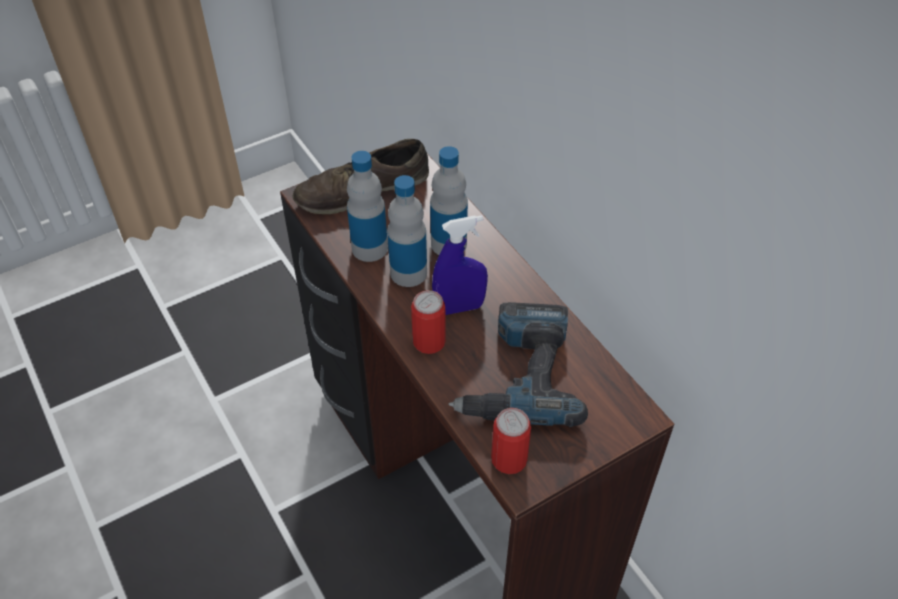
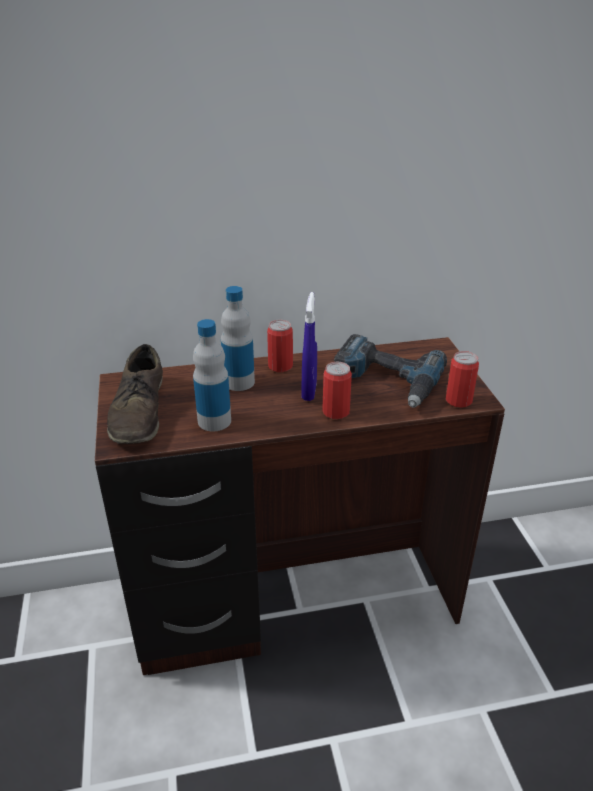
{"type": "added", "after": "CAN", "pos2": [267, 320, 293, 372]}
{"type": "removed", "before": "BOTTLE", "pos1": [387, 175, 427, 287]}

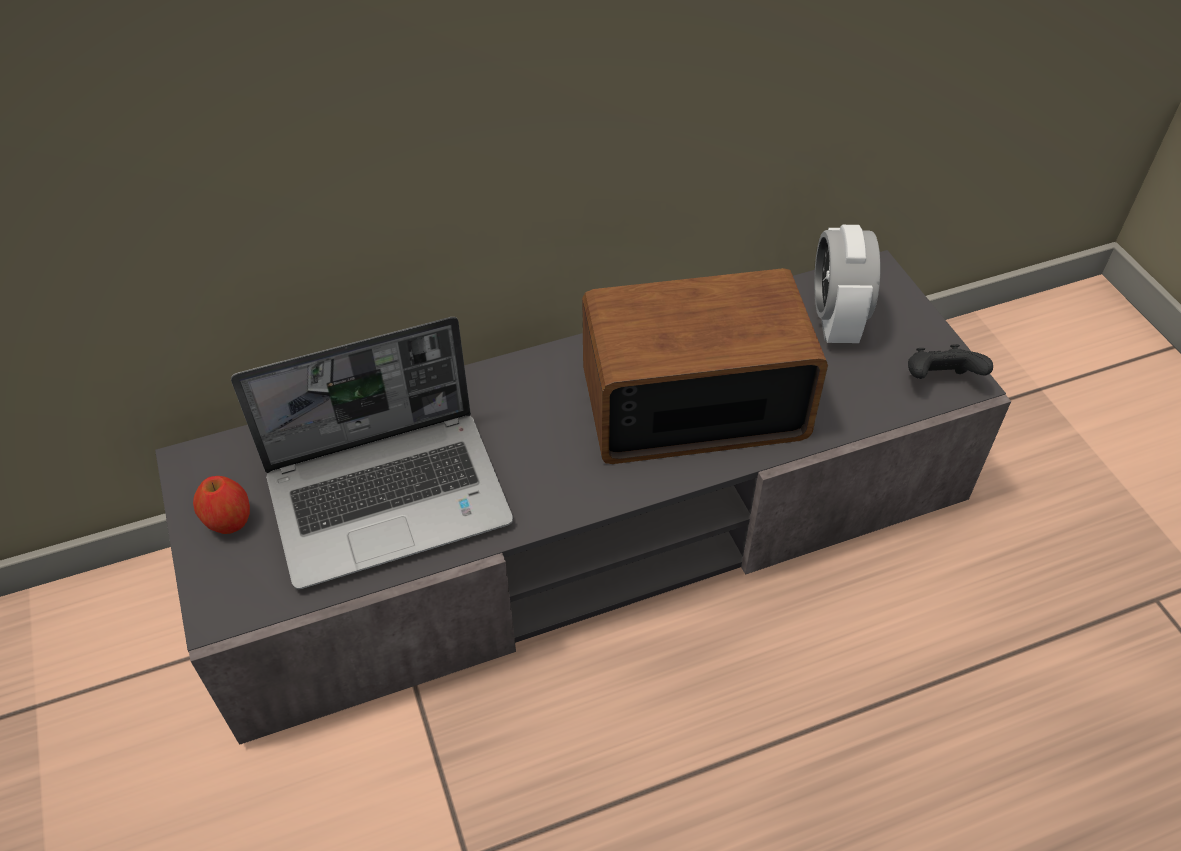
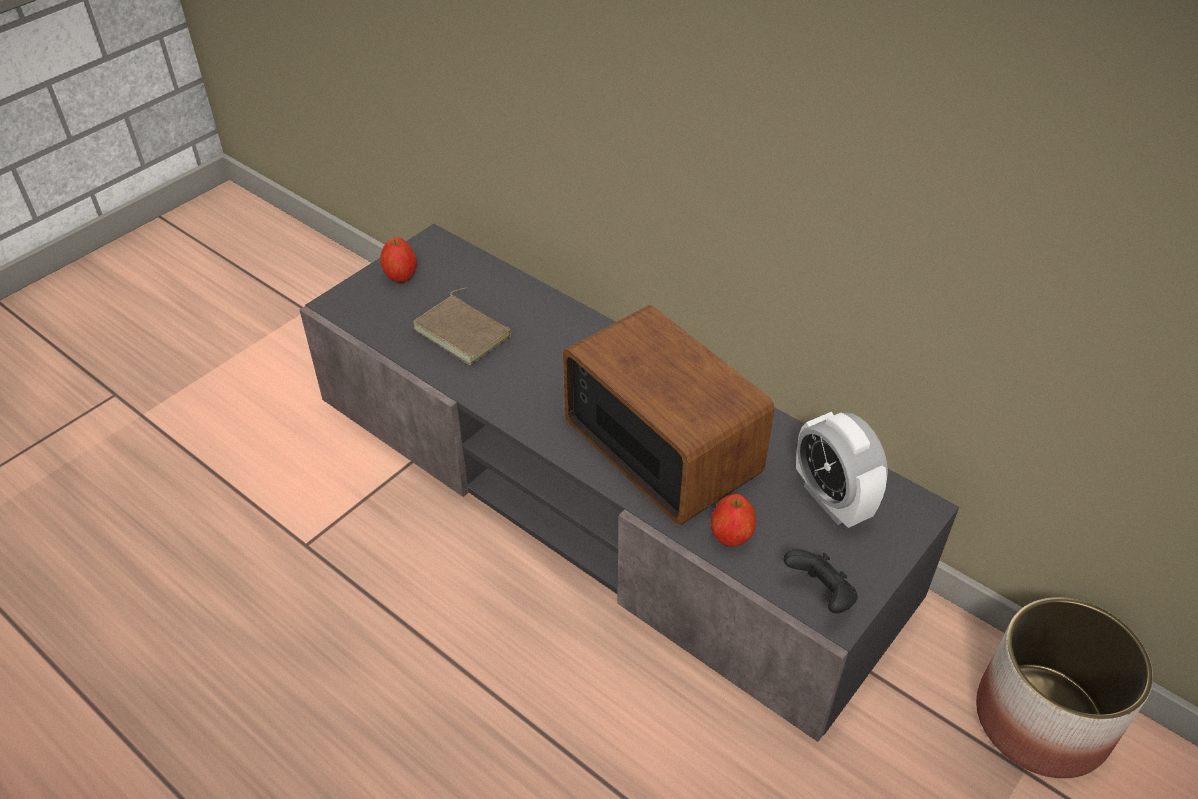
{"type": "replaced", "before": "LAPTOP", "after": "BROWN-COLOURED BOUND BOOK", "pos1": [231, 317, 513, 590], "pos2": [413, 287, 512, 365]}
{"type": "added", "after": "APPLE", "pos2": [711, 494, 756, 547]}
{"type": "turned", "before": "BEDSIDE CLOCK", "pos1": [814, 225, 880, 343], "pos2": [796, 412, 888, 528], "turn": -90}
{"type": "added", "after": "PLANT POT", "pos2": [976, 597, 1153, 778]}

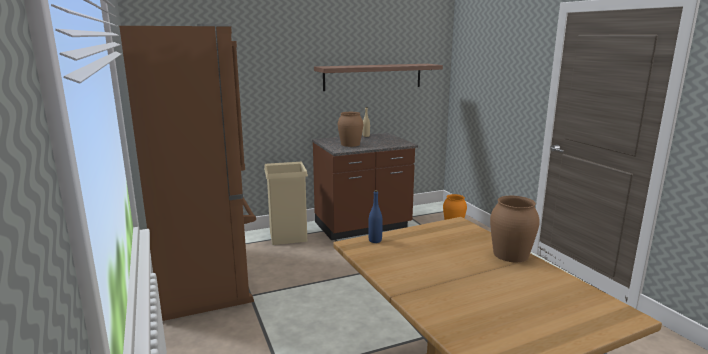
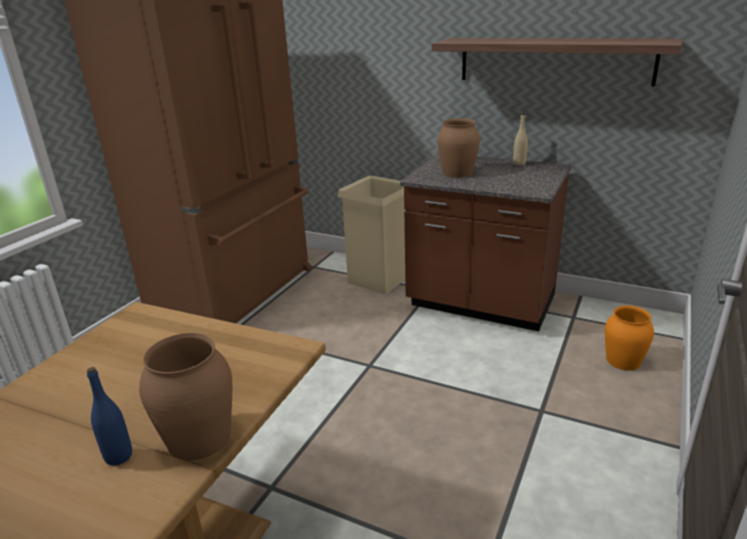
{"type": "moved", "before": "BLUE-COLOURED BOTTLE", "pos1": [368, 190, 383, 243], "pos2": [87, 367, 132, 466]}

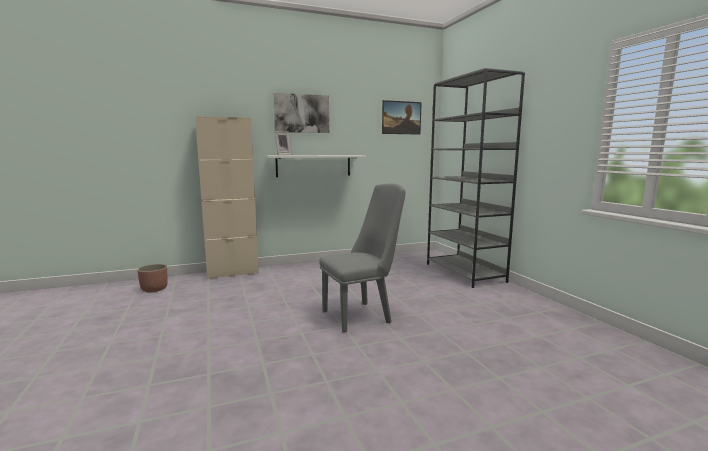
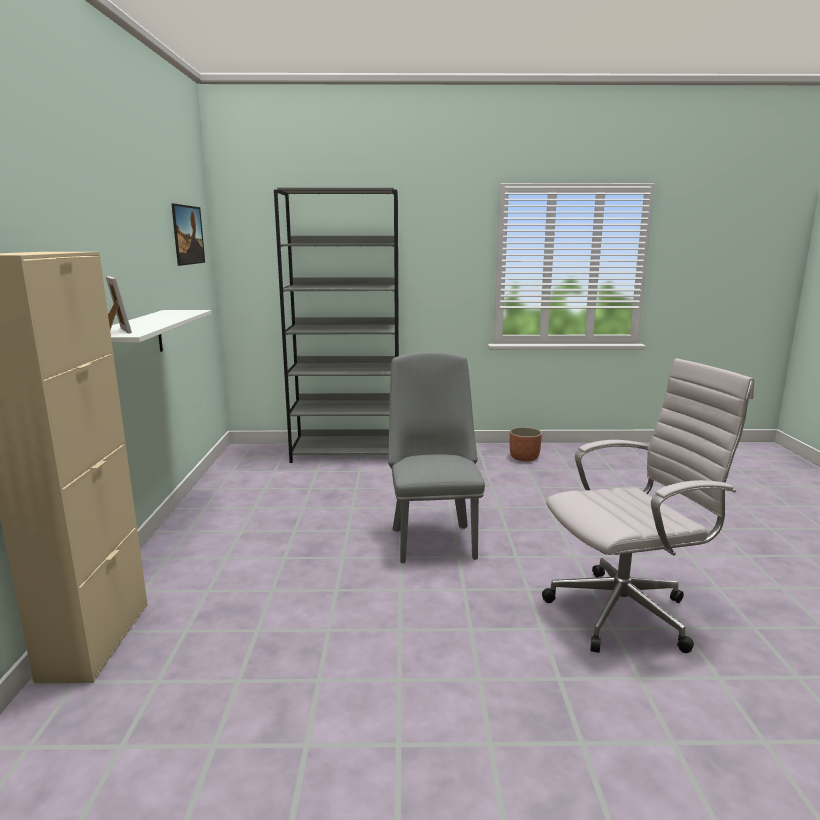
{"type": "moved", "before": "PLANT POT", "pos1": [137, 264, 168, 292], "pos2": [510, 427, 542, 462]}
{"type": "added", "after": "WHITISH COMPUTER CHAIR", "pos2": [542, 358, 754, 653]}
{"type": "removed", "before": "WALL PICTURE", "pos1": [273, 93, 329, 133]}

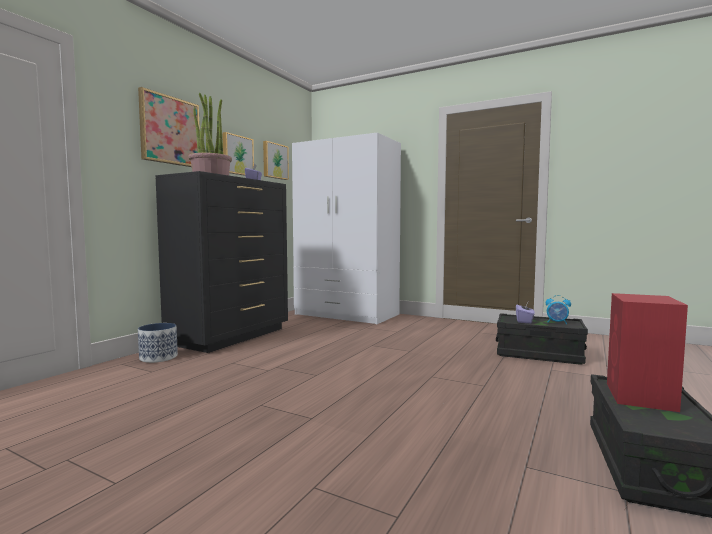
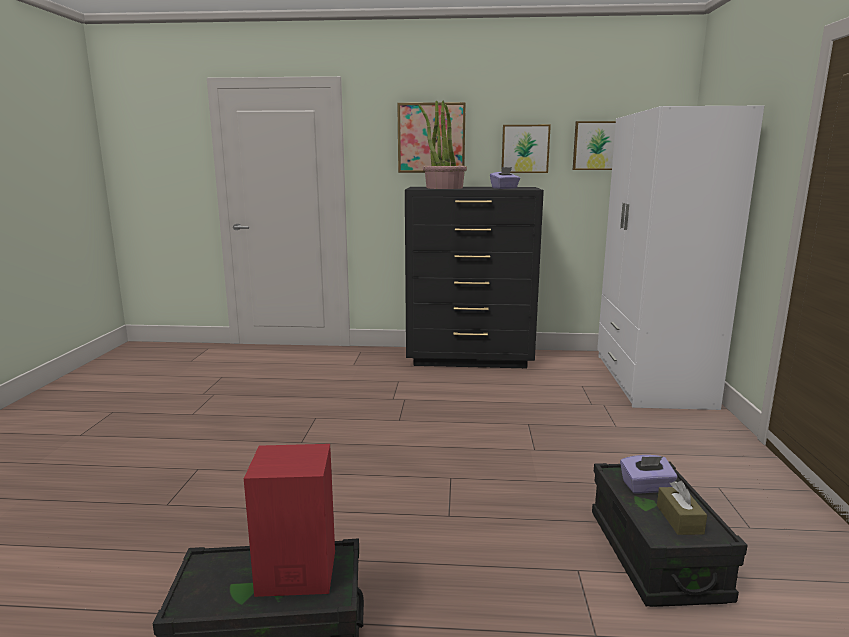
{"type": "replaced", "before": "BEDSIDE CLOCK", "after": "BROWN-COLOURED BOX OF TISSUES", "pos1": [546, 295, 571, 324], "pos2": [657, 481, 707, 535]}
{"type": "removed", "before": "PLANT POT", "pos1": [138, 323, 178, 363]}

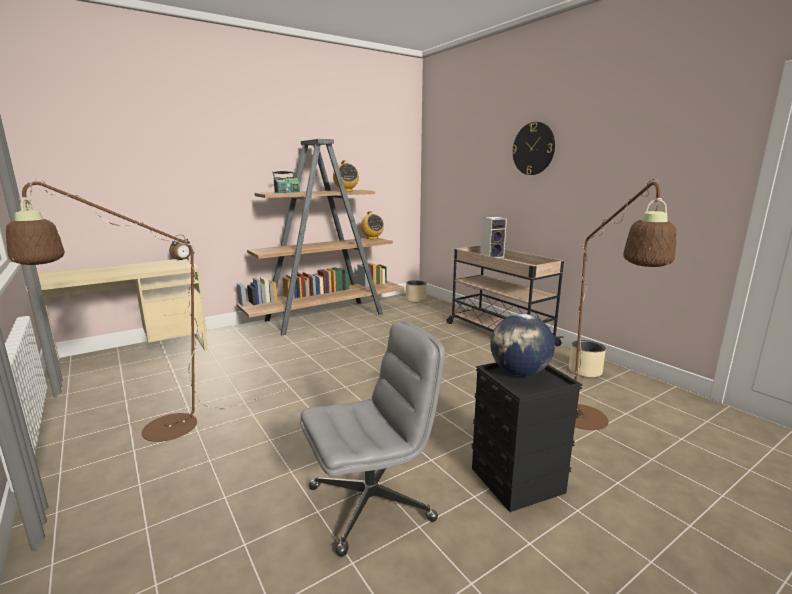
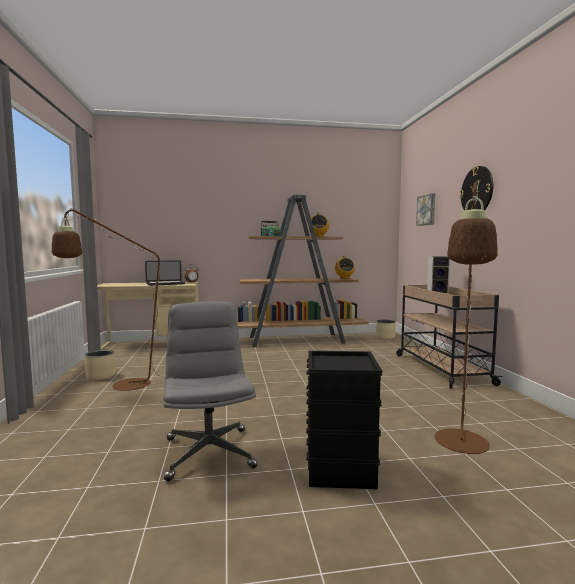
{"type": "moved", "before": "BEIGE PLANT POT", "pos1": [569, 340, 606, 378], "pos2": [85, 350, 116, 380]}
{"type": "added", "after": "LAPTOP", "pos2": [145, 260, 185, 286]}
{"type": "turned", "before": "GREYISH COMPUTER CHAIR", "pos1": [300, 321, 445, 557], "pos2": [163, 301, 258, 481], "turn": -105}
{"type": "added", "after": "WALL PICTURE", "pos2": [416, 193, 435, 226]}
{"type": "removed", "before": "GLOBE", "pos1": [490, 314, 555, 376]}

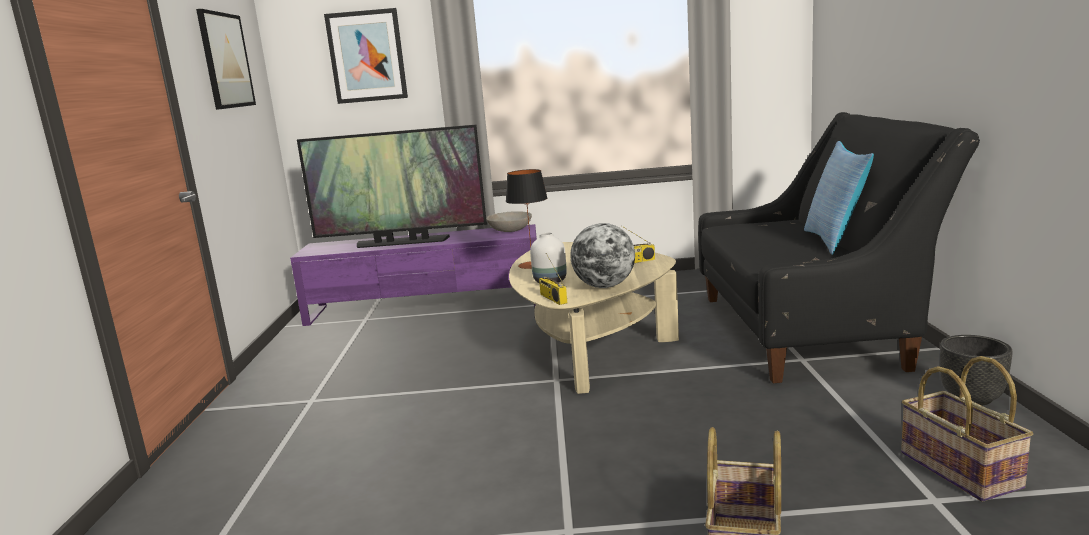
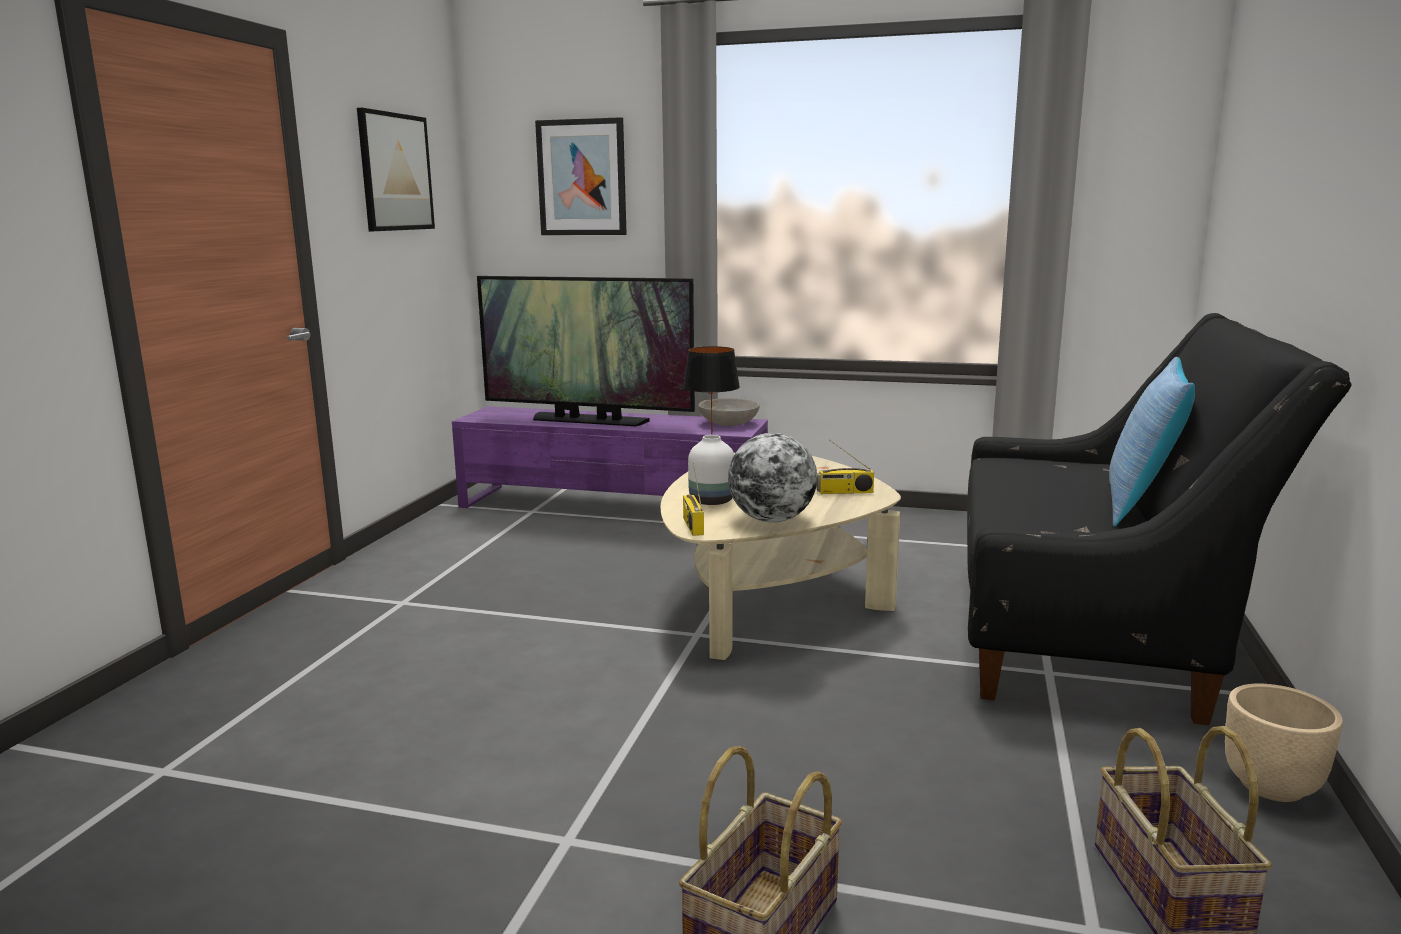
{"type": "recoloured", "before": "BLACK-COLOURED PLANT POT", "after": "BEIGE PLANT POT", "pos1": [940, 335, 1012, 406], "pos2": [1225, 684, 1343, 802]}

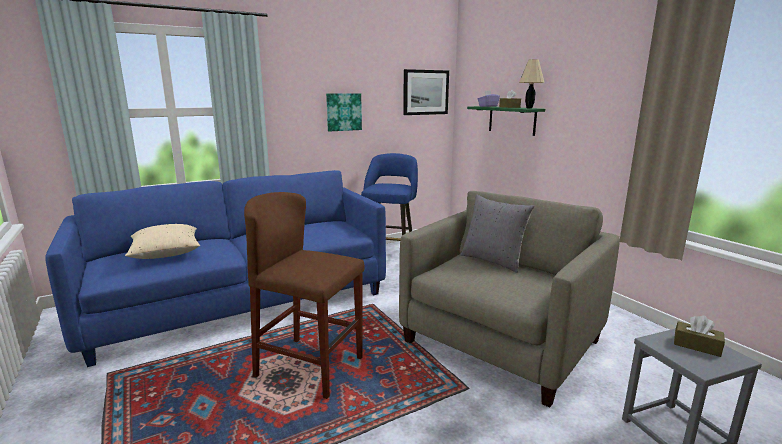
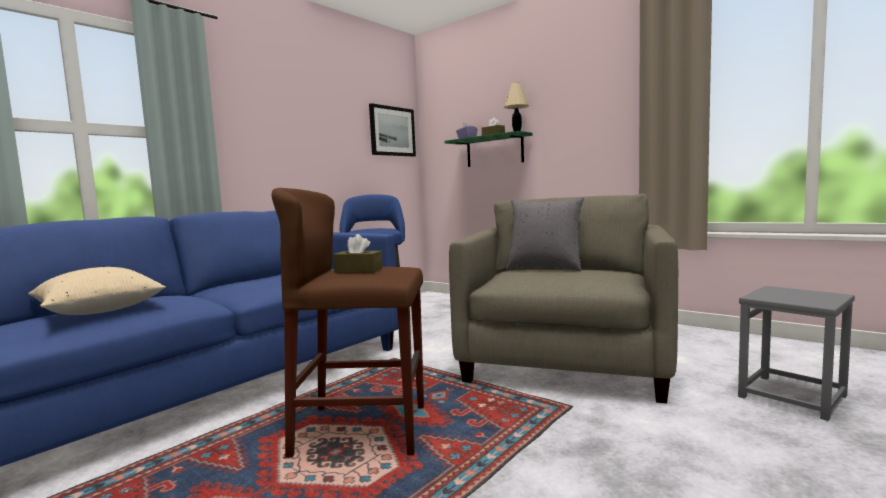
{"type": "moved", "before": "BROWN-COLOURED BOX OF TISSUES", "pos1": [674, 315, 725, 357], "pos2": [333, 234, 383, 273]}
{"type": "removed", "before": "WALL PICTURE", "pos1": [326, 93, 362, 132]}

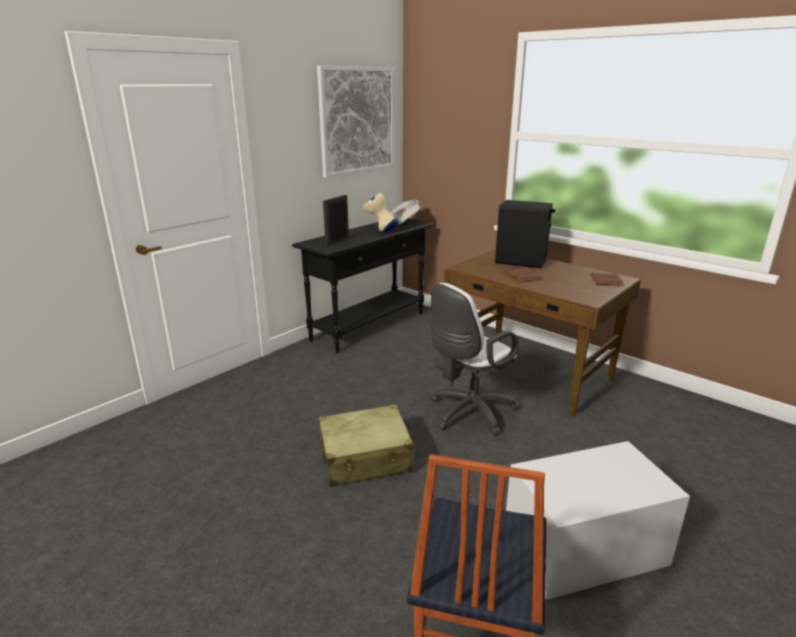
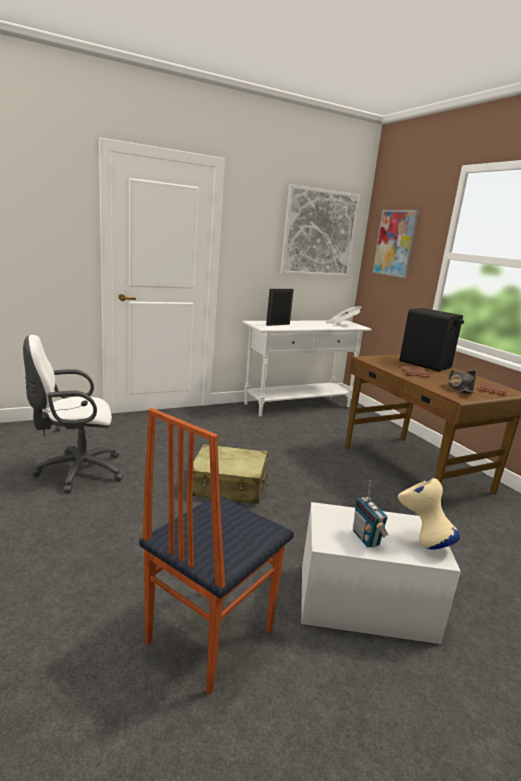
{"type": "moved", "before": "WHITISH COMPUTER CHAIR", "pos1": [430, 283, 520, 436], "pos2": [23, 335, 124, 493]}
{"type": "recoloured", "before": "BLACK-COLOURED CONSOLE TABLE", "after": "WHITISH CONSOLE TABLE", "pos1": [292, 218, 434, 353], "pos2": [242, 321, 372, 416]}
{"type": "added", "after": "RADIO SET", "pos2": [353, 480, 388, 547]}
{"type": "added", "after": "WALL PICTURE", "pos2": [372, 210, 419, 278]}
{"type": "moved", "before": "BEIGE DECORATIVE VASE", "pos1": [363, 193, 399, 232], "pos2": [398, 478, 460, 550]}
{"type": "added", "after": "BLACK-COLOURED HAT", "pos2": [448, 370, 477, 394]}

